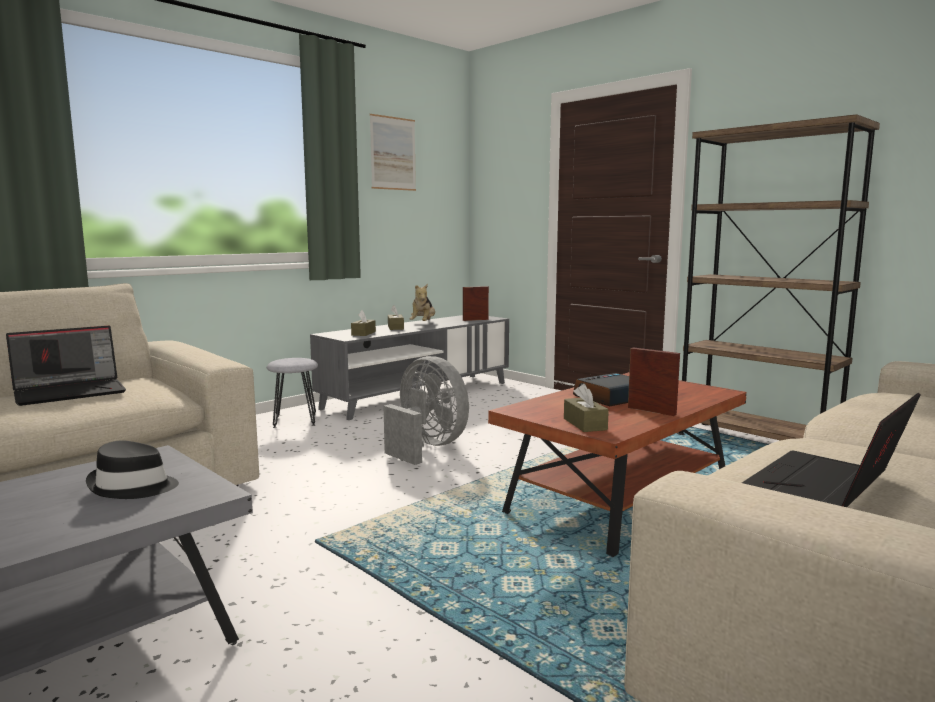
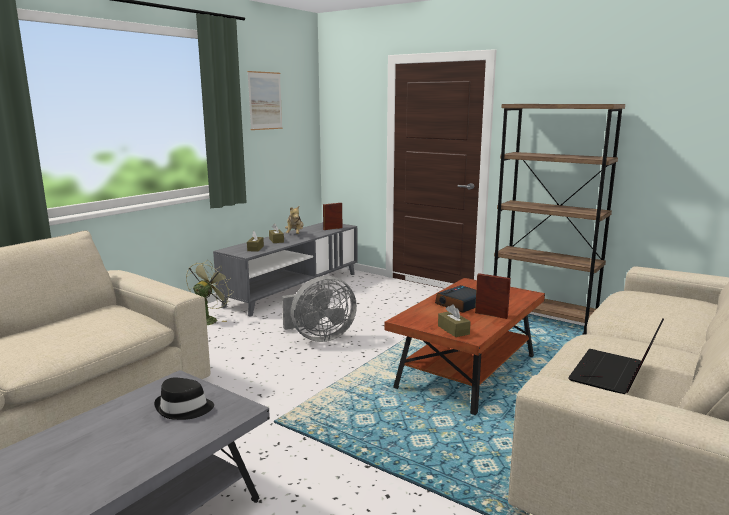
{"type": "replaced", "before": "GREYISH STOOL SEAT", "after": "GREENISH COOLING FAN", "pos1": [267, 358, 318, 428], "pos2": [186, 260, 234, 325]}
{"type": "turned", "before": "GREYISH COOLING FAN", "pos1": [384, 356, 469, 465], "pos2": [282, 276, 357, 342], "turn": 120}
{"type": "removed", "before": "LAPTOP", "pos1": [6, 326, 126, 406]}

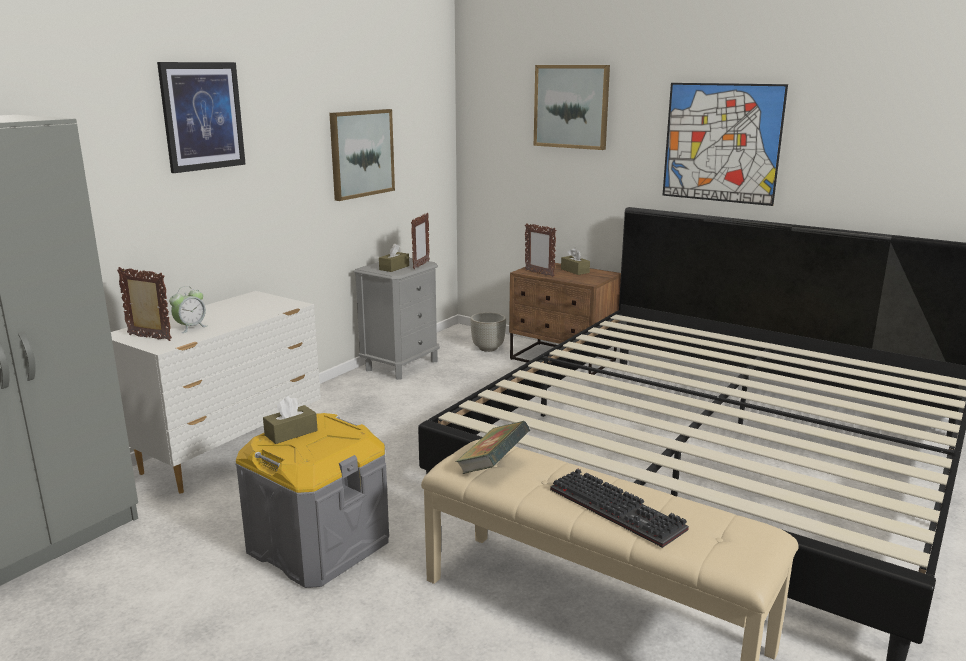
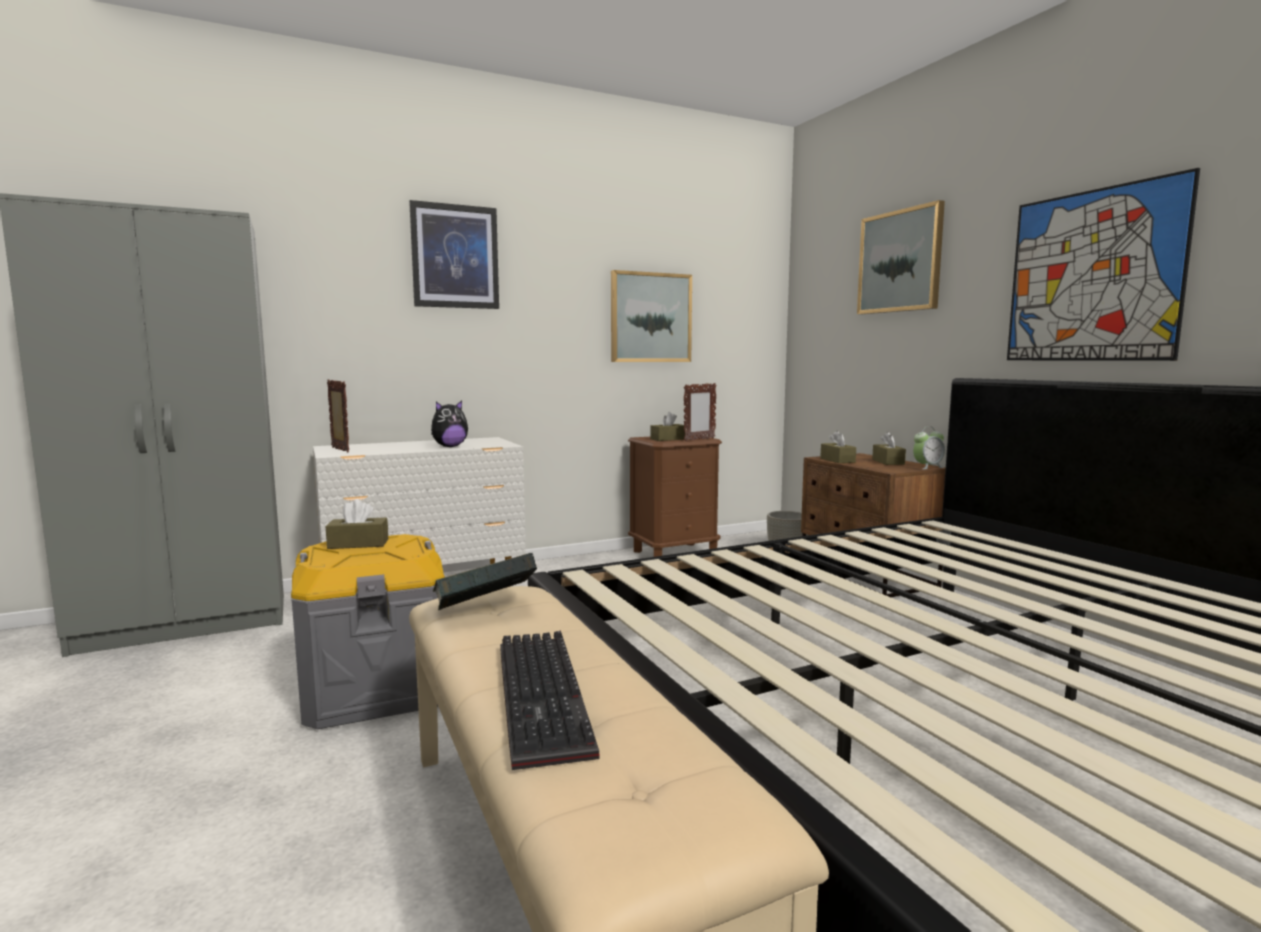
{"type": "added", "after": "SOFT TOY", "pos2": [431, 401, 468, 447]}
{"type": "recoloured", "before": "GREYISH BEDSIDE TABLE", "after": "BROWN-COLOURED BEDSIDE TABLE", "pos1": [354, 258, 440, 380], "pos2": [628, 435, 722, 557]}
{"type": "replaced", "before": "STANDING FRAME", "after": "BROWN-COLOURED BOX OF TISSUES", "pos1": [525, 223, 556, 277], "pos2": [820, 430, 856, 463]}
{"type": "moved", "before": "BEDSIDE CLOCK", "pos1": [169, 286, 207, 333], "pos2": [913, 426, 945, 469]}

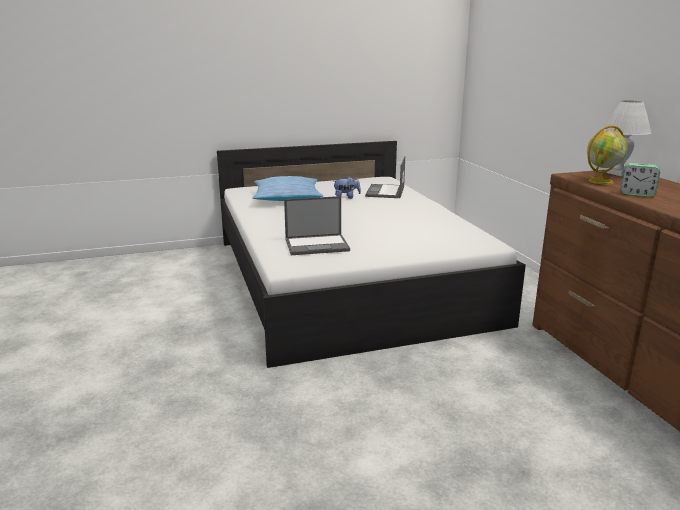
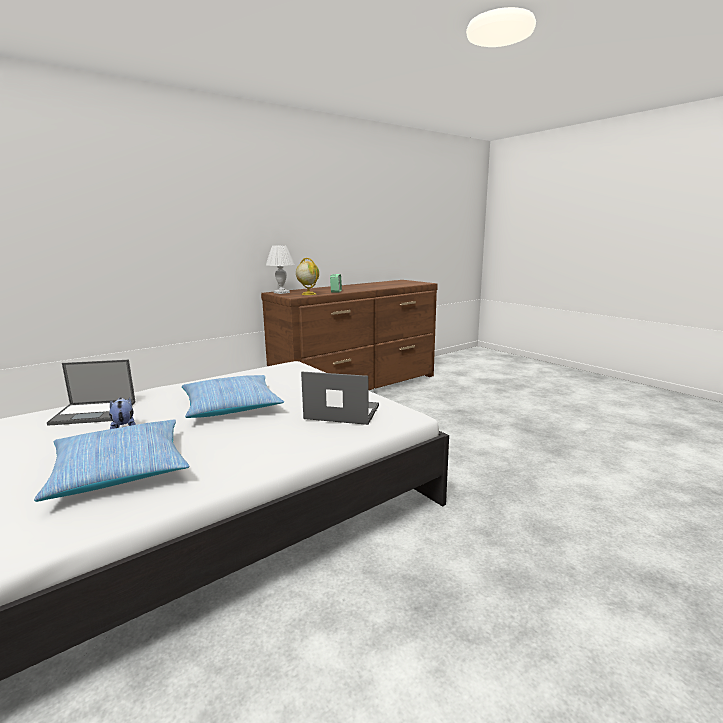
{"type": "added", "after": "THROW PILLOW", "pos2": [182, 375, 284, 418]}
{"type": "turned", "before": "LAPTOP", "pos1": [284, 196, 350, 255], "pos2": [301, 371, 379, 425], "turn": -45}

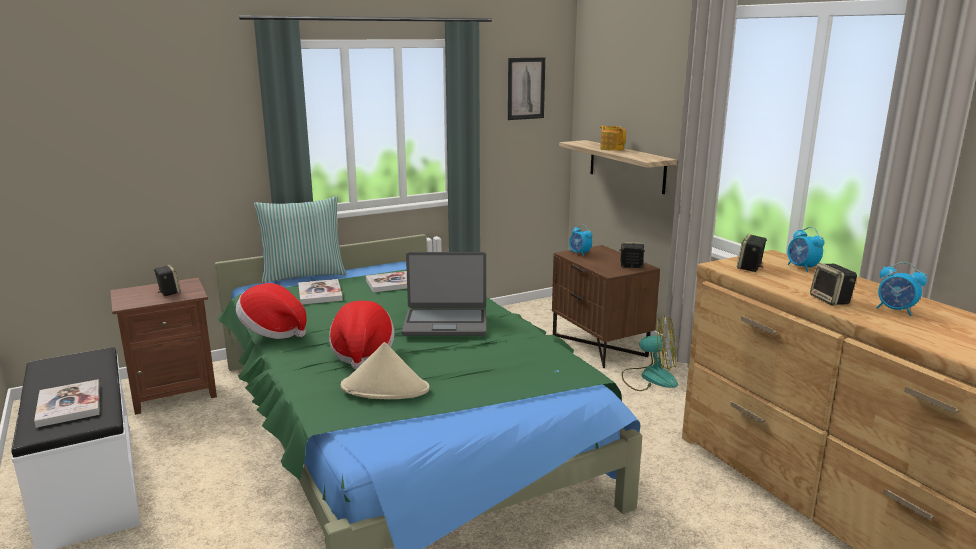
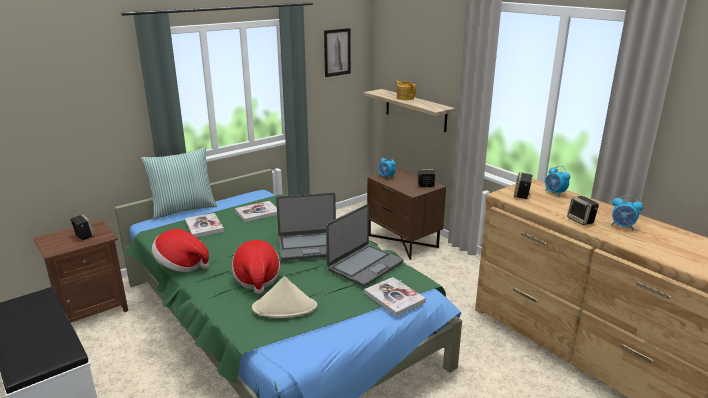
{"type": "added", "after": "LAPTOP", "pos2": [326, 204, 404, 287]}
{"type": "moved", "before": "BOUND BOOK", "pos1": [34, 379, 100, 428], "pos2": [364, 277, 426, 317]}
{"type": "removed", "before": "COOLING FAN", "pos1": [622, 315, 678, 391]}

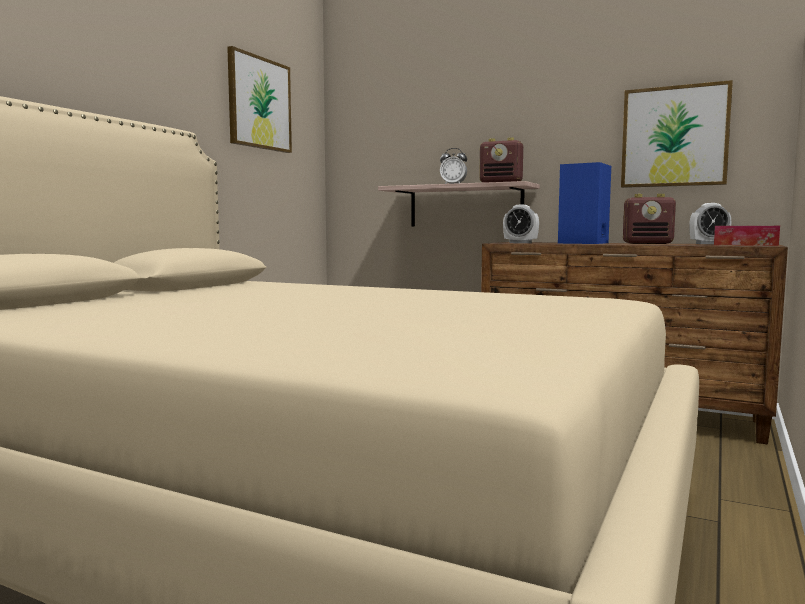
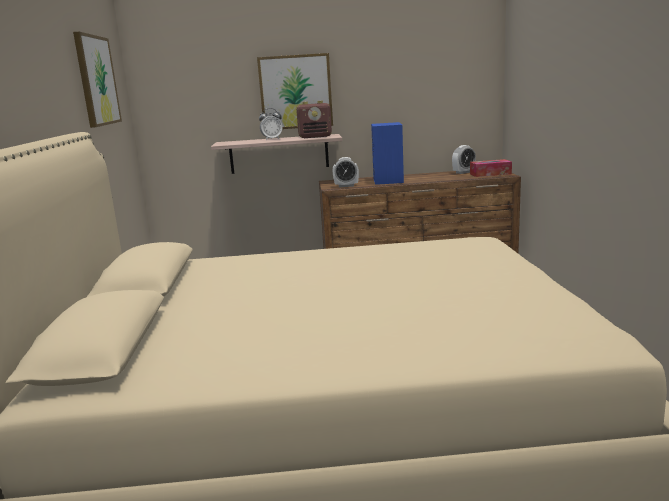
{"type": "moved", "before": "WALL PICTURE", "pos1": [621, 80, 733, 188], "pos2": [257, 53, 333, 129]}
{"type": "removed", "before": "RADIO SET", "pos1": [623, 194, 676, 244]}

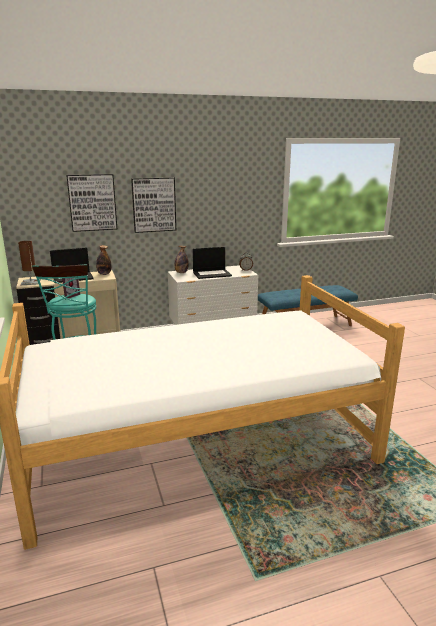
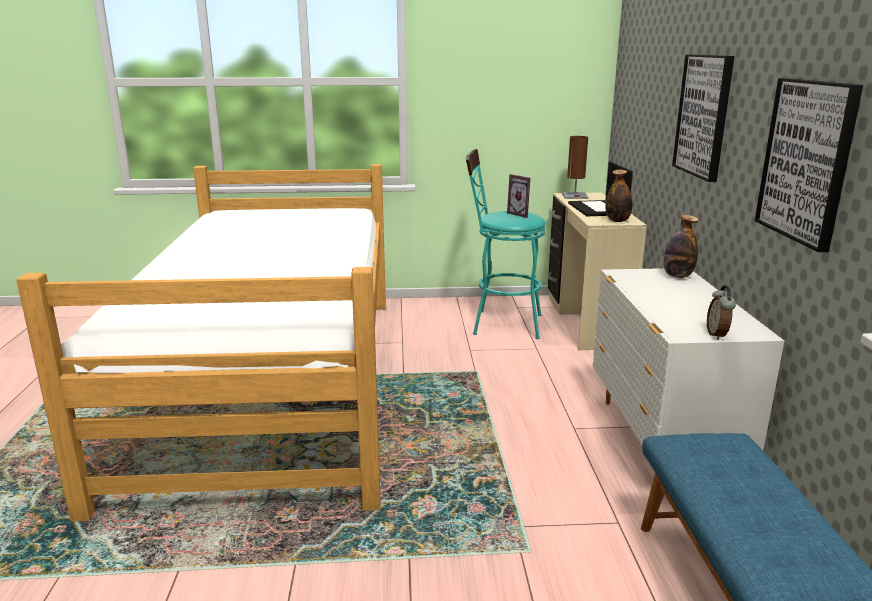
{"type": "moved", "before": "WALL PICTURE", "pos1": [66, 174, 117, 232], "pos2": [755, 78, 863, 252]}
{"type": "removed", "before": "LAPTOP", "pos1": [193, 247, 232, 279]}

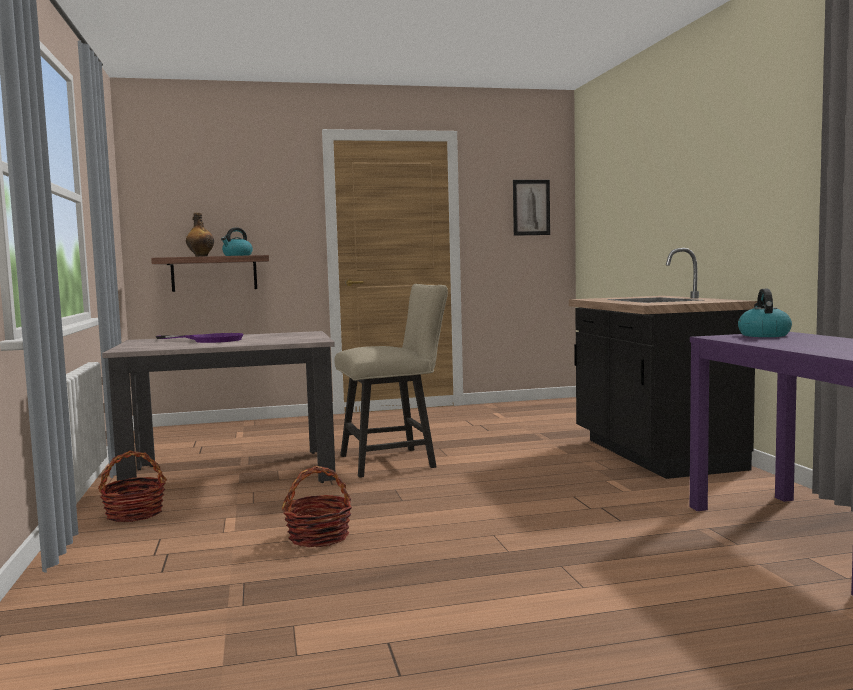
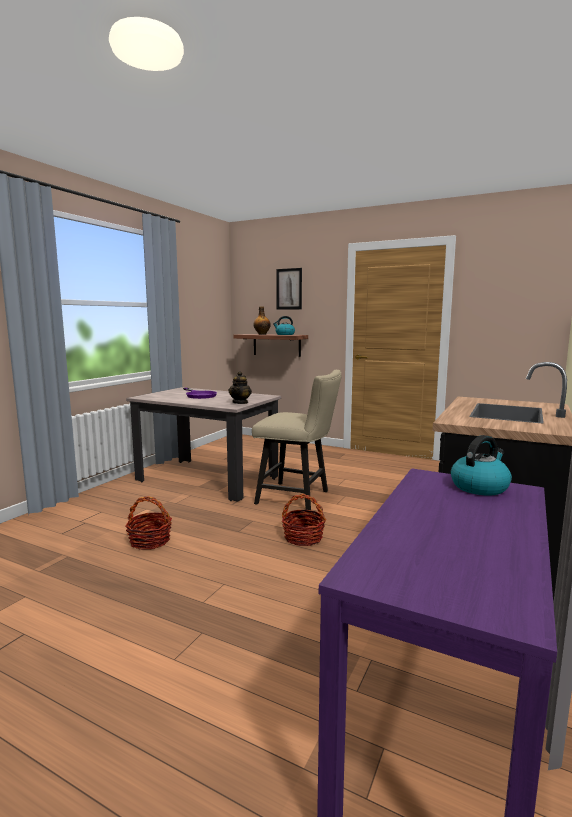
{"type": "added", "after": "POT FOR TEA", "pos2": [229, 371, 252, 404]}
{"type": "moved", "before": "WALL PICTURE", "pos1": [513, 180, 550, 236], "pos2": [276, 268, 302, 310]}
{"type": "moved", "before": "BASKET", "pos1": [98, 451, 167, 522], "pos2": [282, 494, 326, 546]}

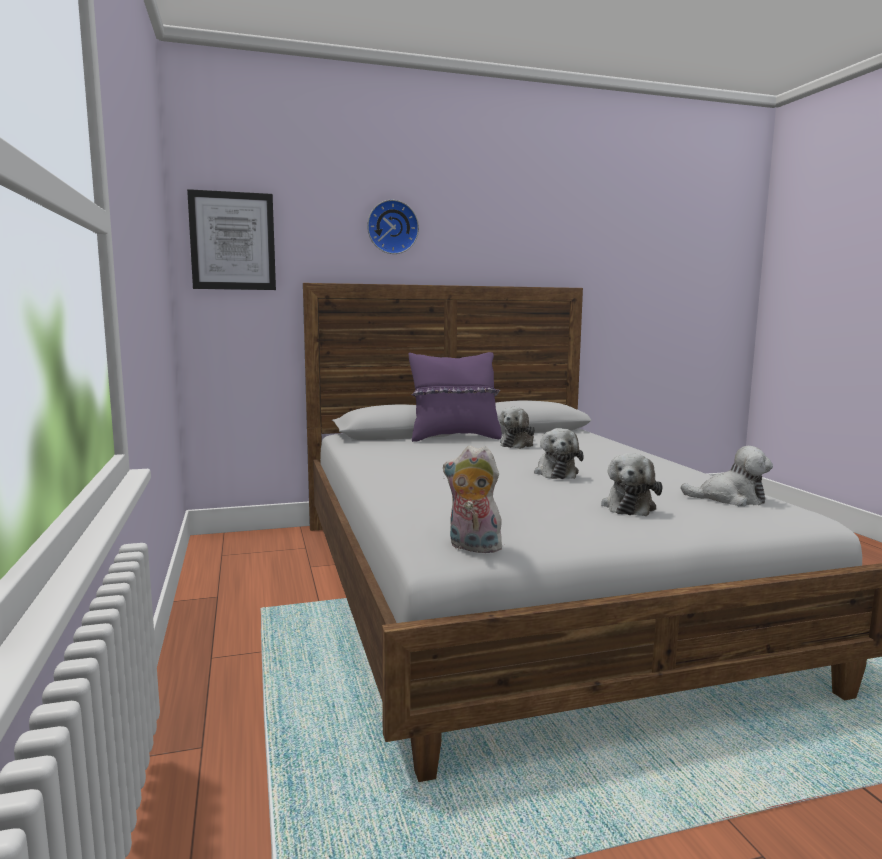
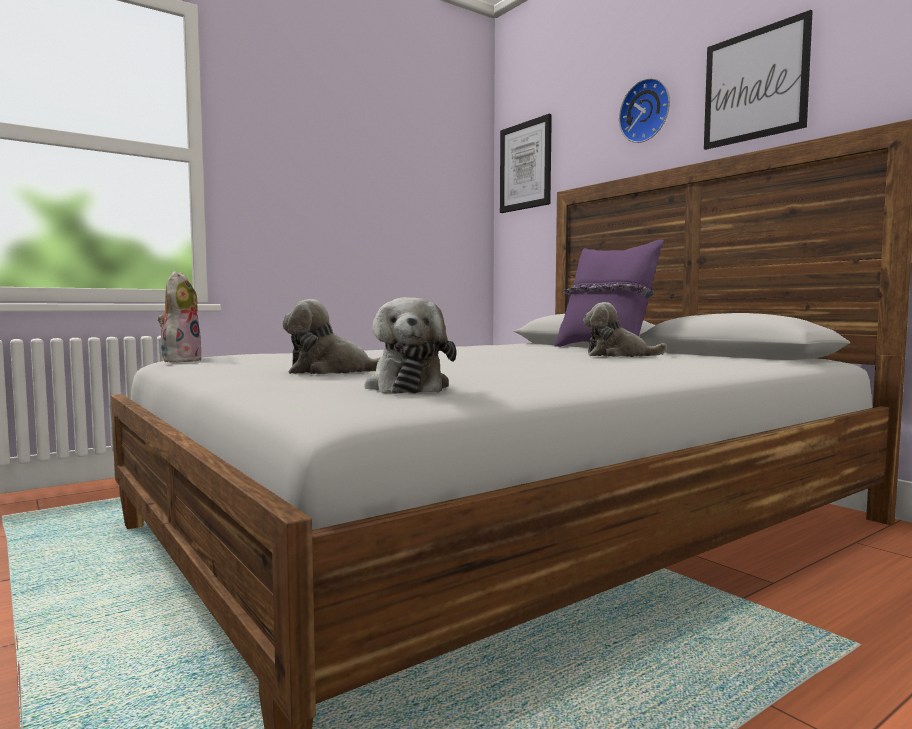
{"type": "added", "after": "WALL PICTURE", "pos2": [704, 10, 813, 150]}
{"type": "removed", "before": "SOFT TOY", "pos1": [534, 428, 584, 479]}

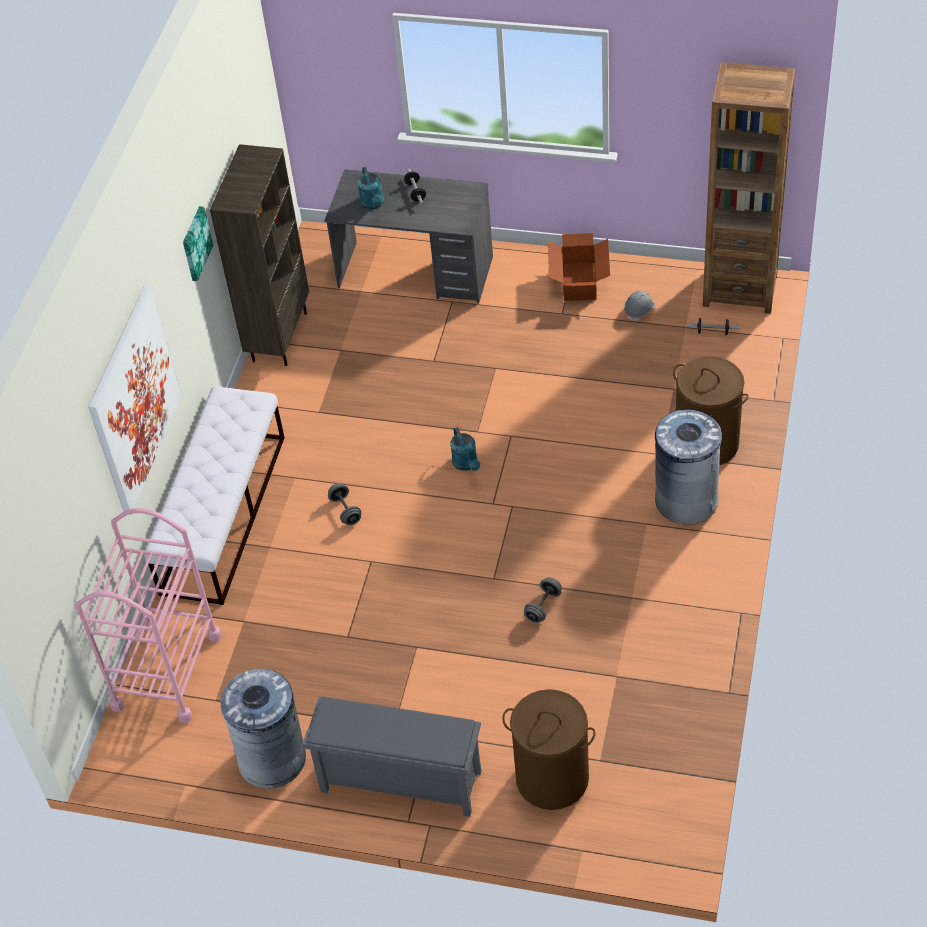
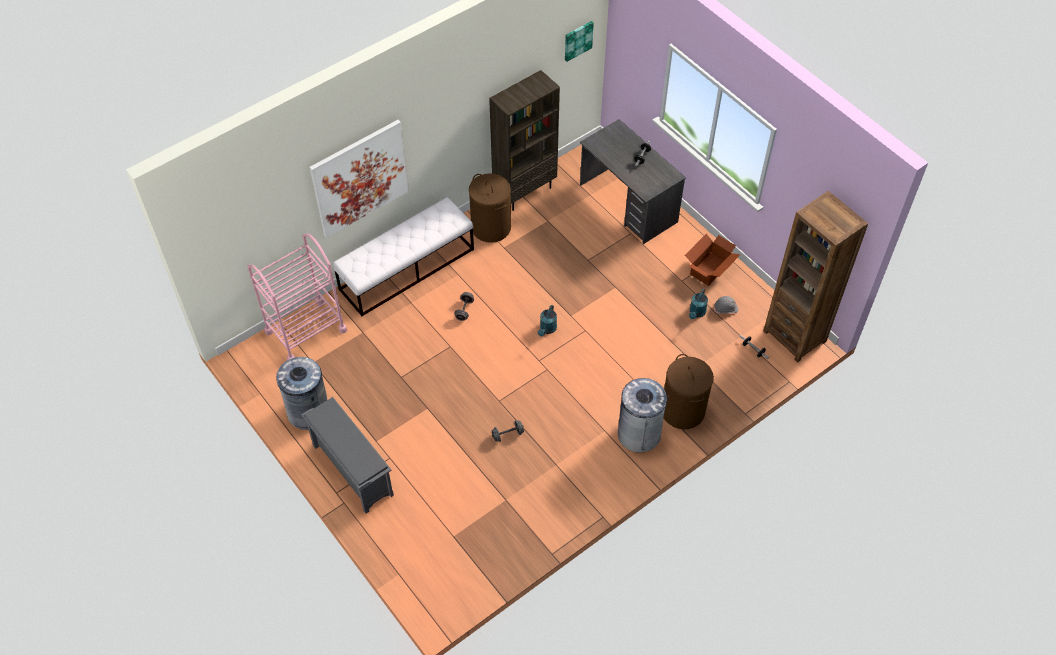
{"type": "moved", "before": "BROWN-COLOURED LAUNDRY BASKET", "pos1": [502, 689, 596, 810], "pos2": [469, 173, 511, 243]}
{"type": "moved", "before": "WALL PICTURE", "pos1": [183, 206, 213, 281], "pos2": [565, 21, 594, 62]}
{"type": "moved", "before": "TURQUOISE WATERING CAN", "pos1": [357, 167, 384, 209], "pos2": [689, 289, 708, 319]}

